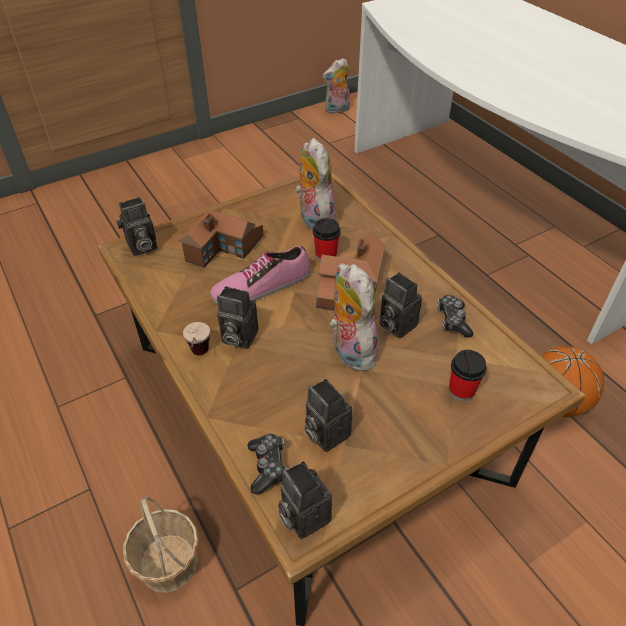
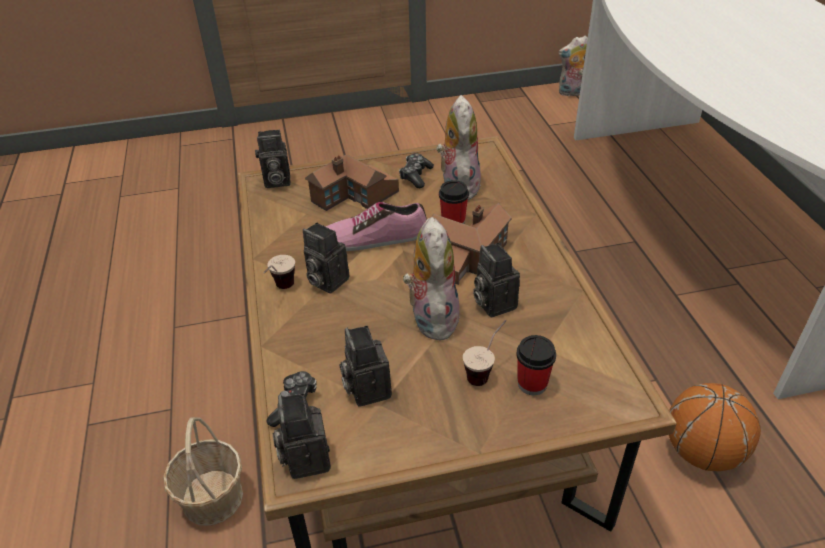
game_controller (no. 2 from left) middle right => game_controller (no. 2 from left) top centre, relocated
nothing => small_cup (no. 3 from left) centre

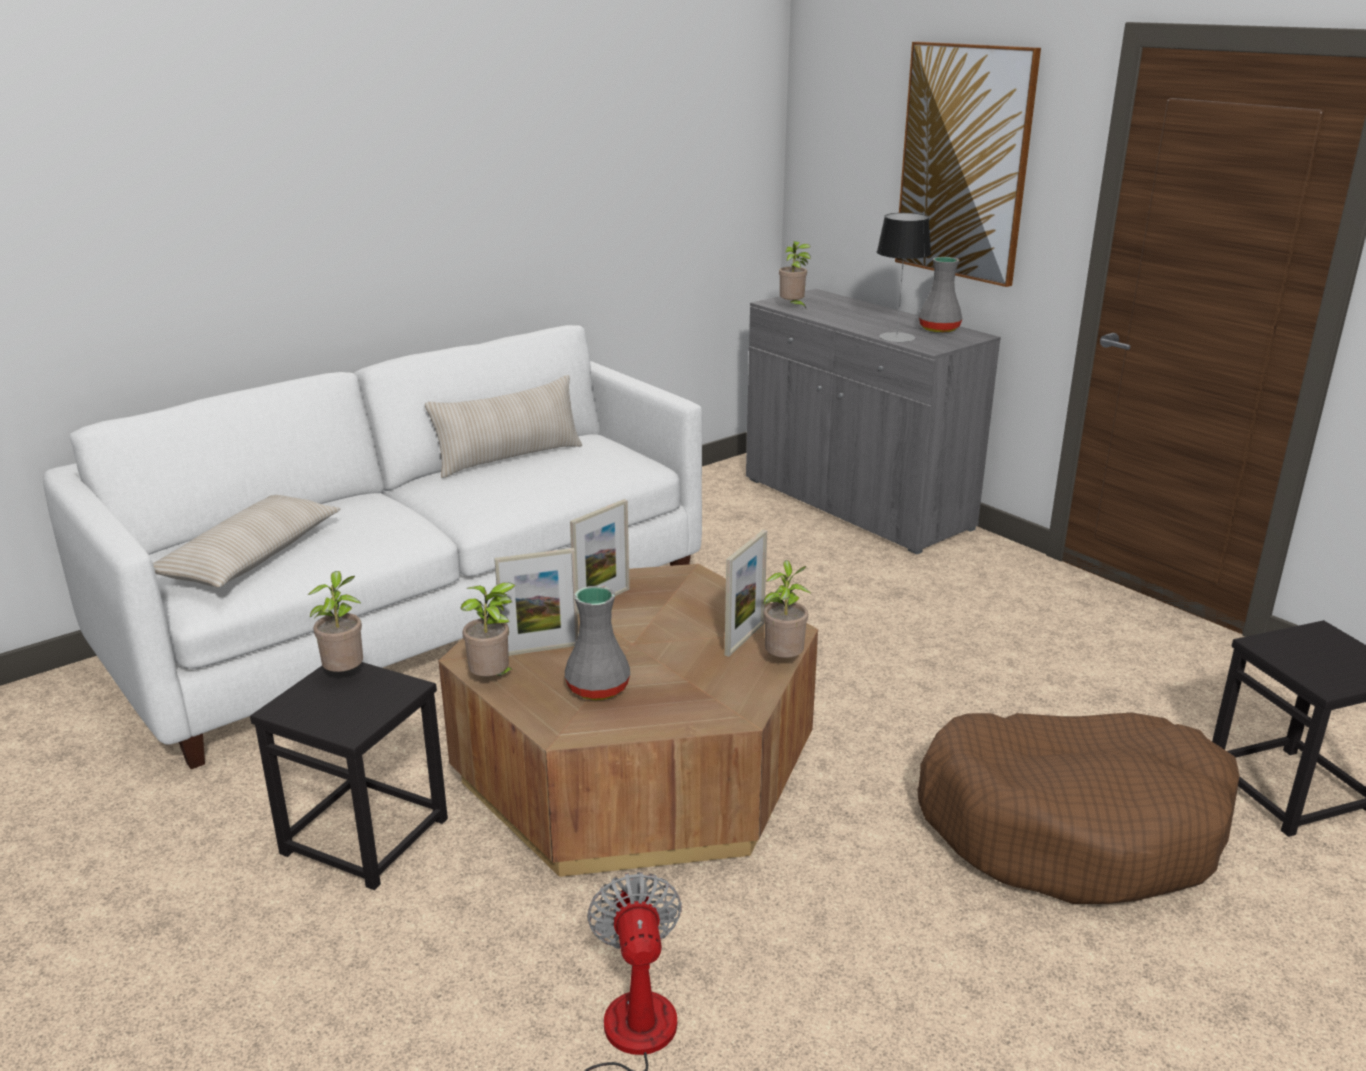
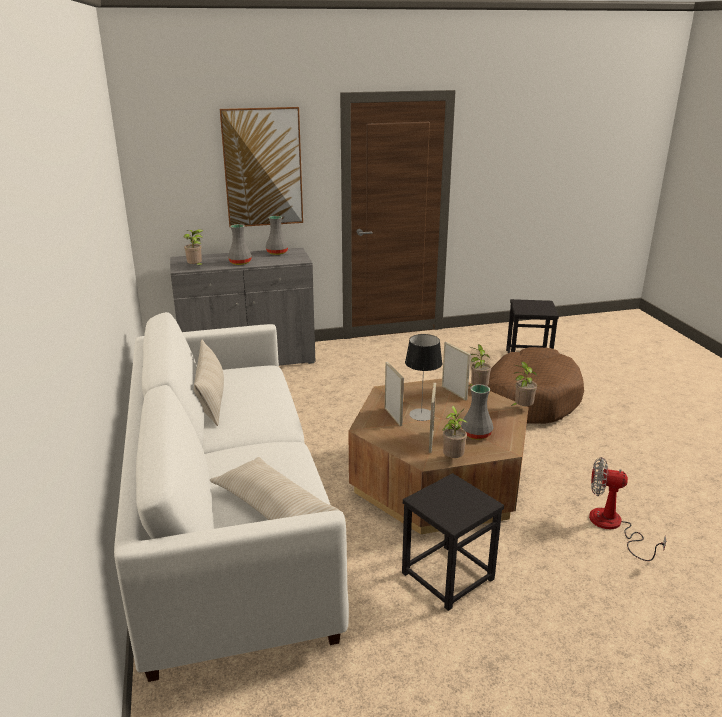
nothing => grey_decorative_vase (no. 1 from left) middle left
table_lamp top centre => table_lamp centre, relocated
plant_in_a_pot (no. 1 from left in the first image) middle left => plant_in_a_pot (no. 4 from left) middle right, relocated

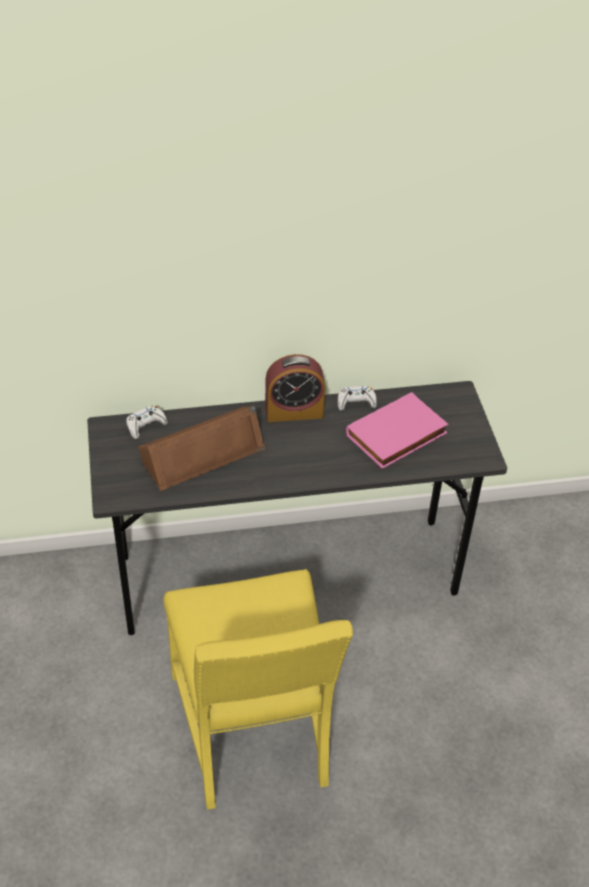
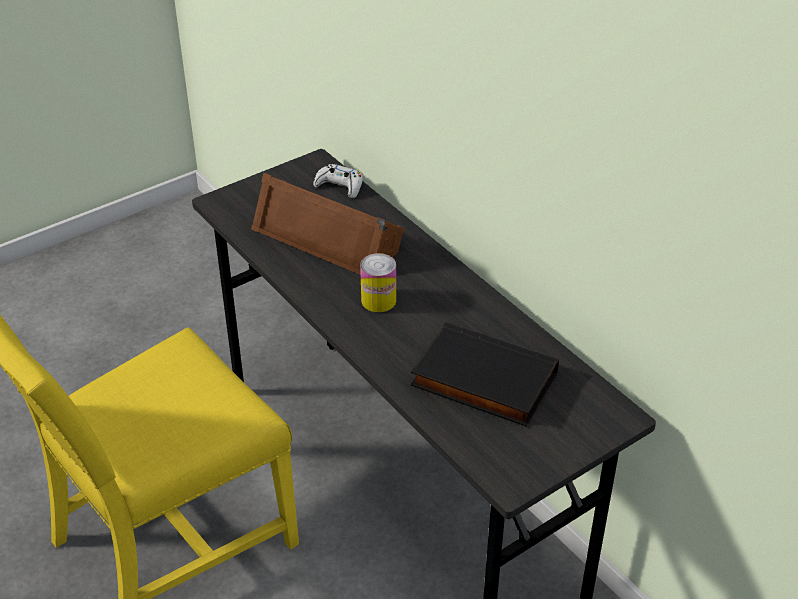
nothing => sealed_can centre
pink_bound_book middle right => black_bound_book centre
bedside_clock centre => nothing
white_game_controller (no. 2 from left) centre => nothing

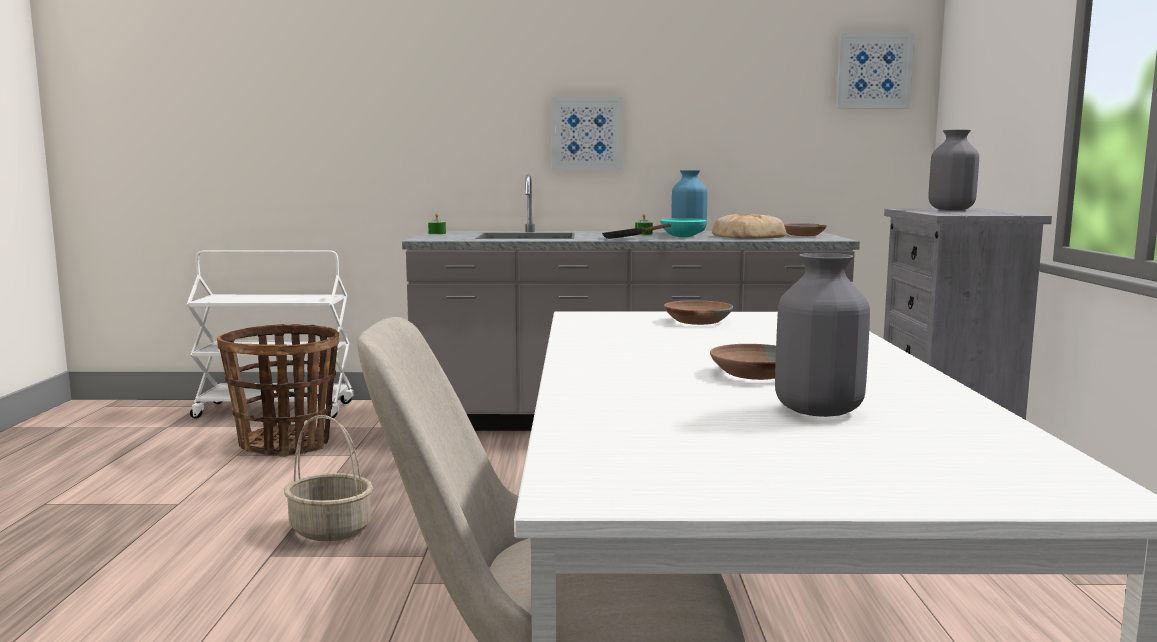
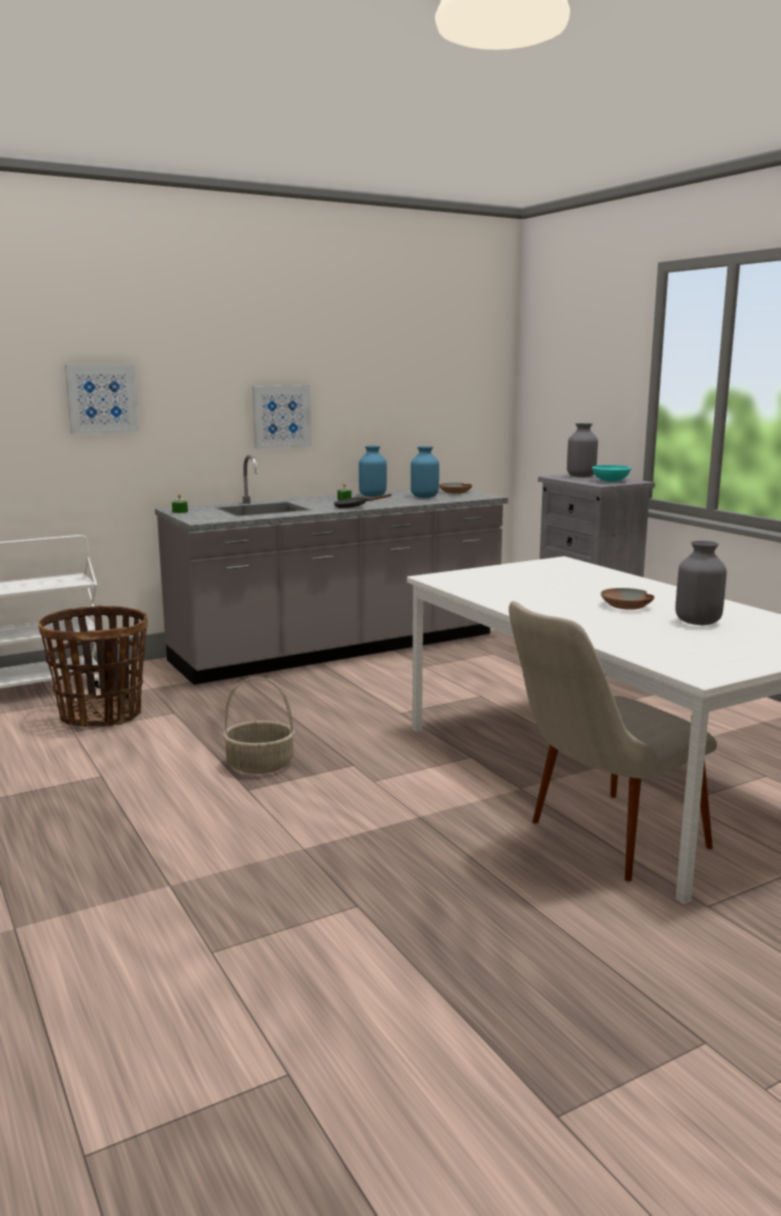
wall_picture (no. 2 from left in the first image) top right => wall_picture (no. 1 from left) top left, relocated
baked_bread centre => bluish_decorative_vase (no. 2 from left) centre
turquoise_deep_dish centre => turquoise_deep_dish middle right, relocated
brownish_deep_dish (no. 1 from left) centre => nothing

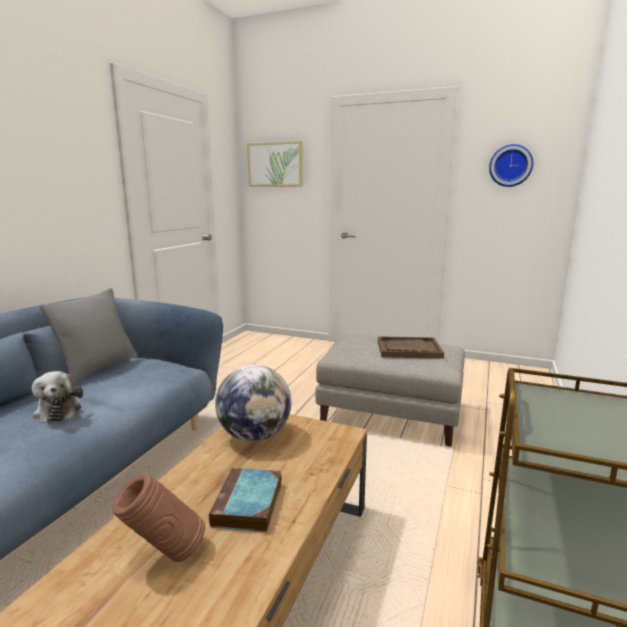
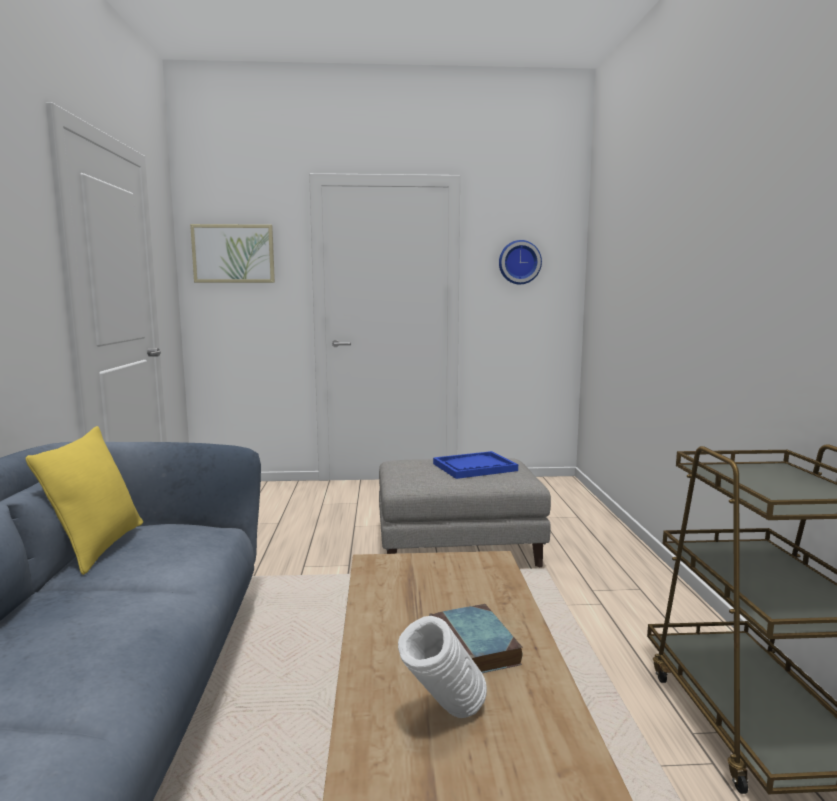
grey_cushion middle left => yellow_cushion middle left
brownish_decorative_vase bottom left => white_decorative_vase bottom centre
brownish_serving_tray centre => bluish_serving_tray centre
soft_toy middle left => nothing
desk_globe centre => nothing

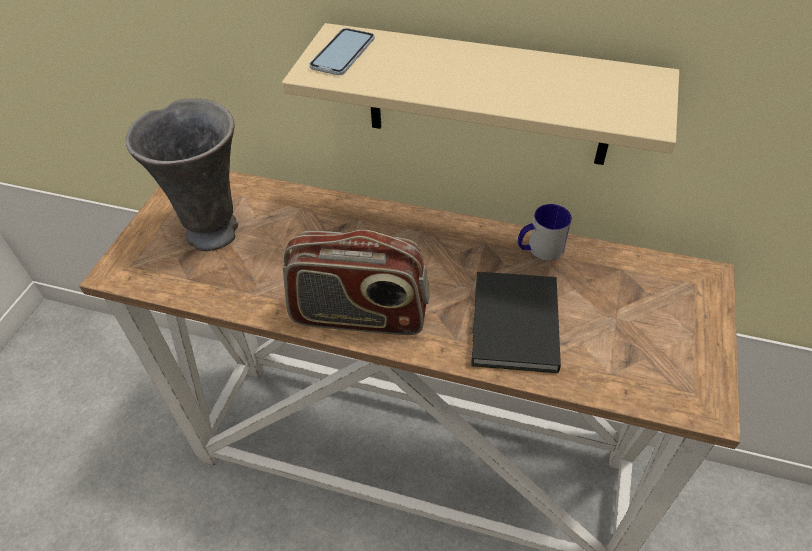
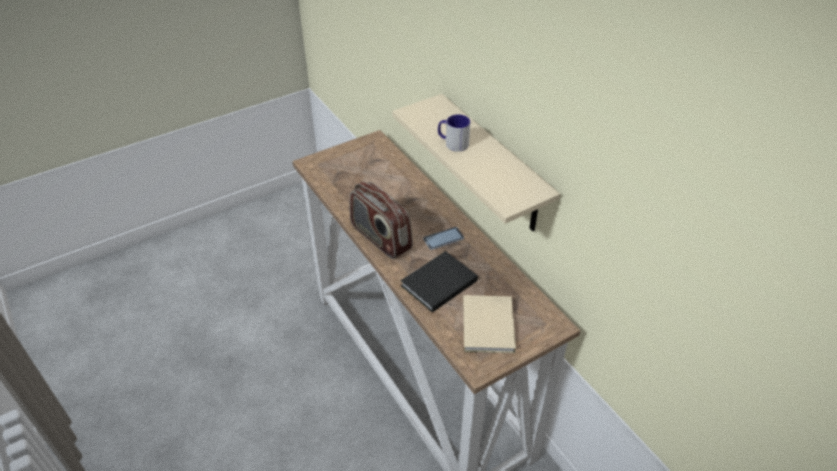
telephone top centre => telephone centre, relocated
coffee_mug middle right => coffee_mug top centre, relocated
nothing => beige-coloured_bound_book bottom centre
grey_decorative_vase top left => nothing

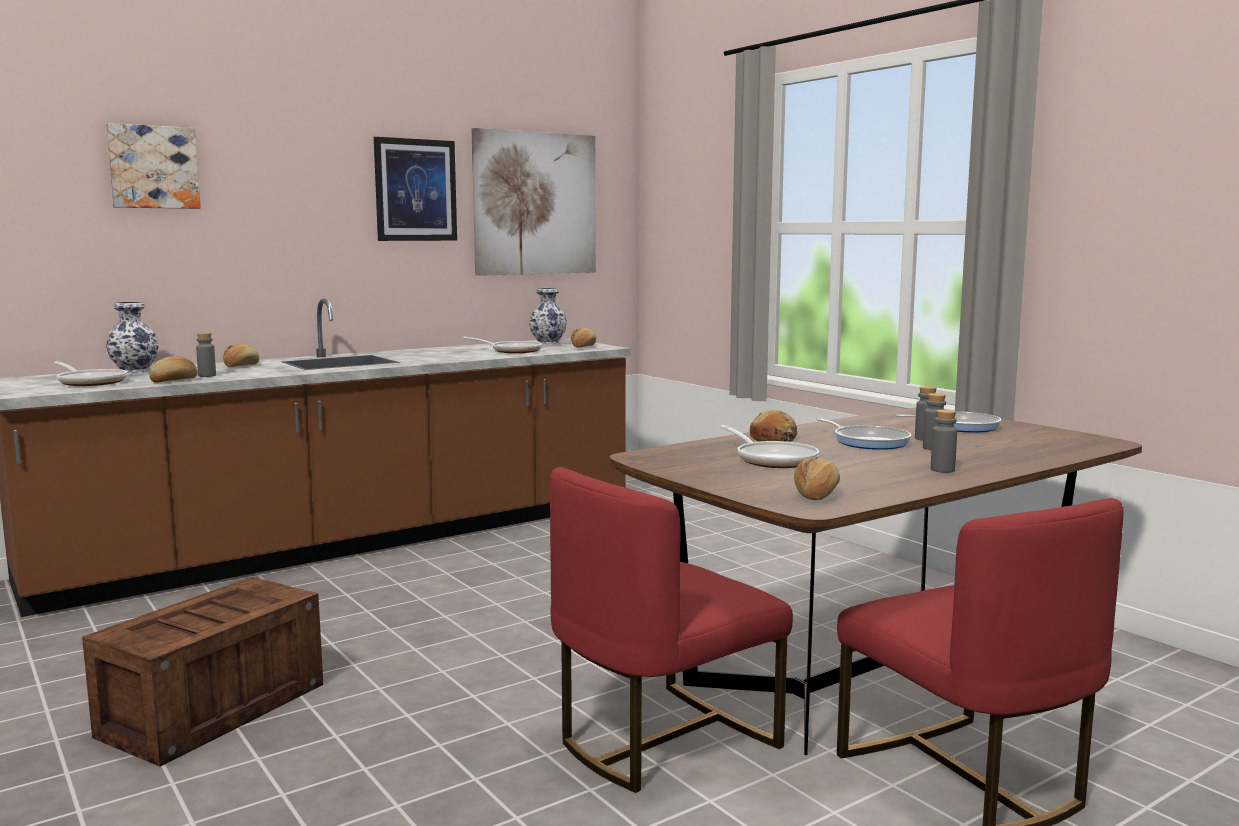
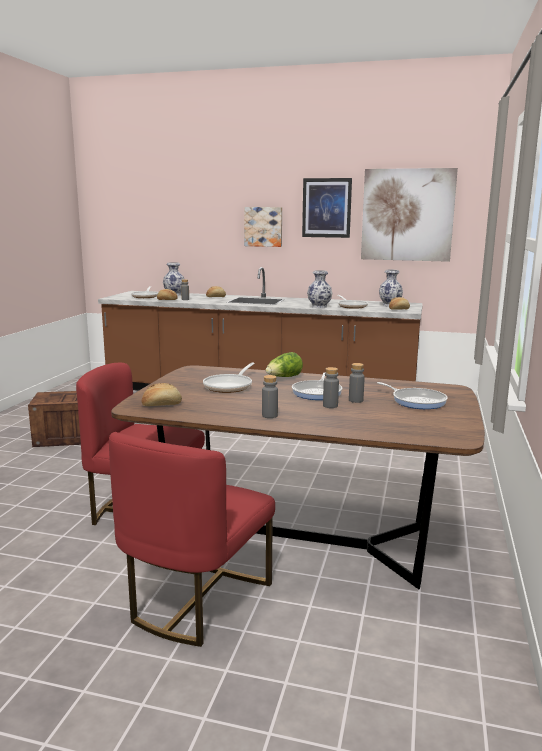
wall_picture (no. 1 from left) top left => wall_picture (no. 1 from left) top centre, relocated
baked_bread (no. 4 from left) centre => lettuce_head centre
nothing => decorative_vase (no. 2 from left) centre

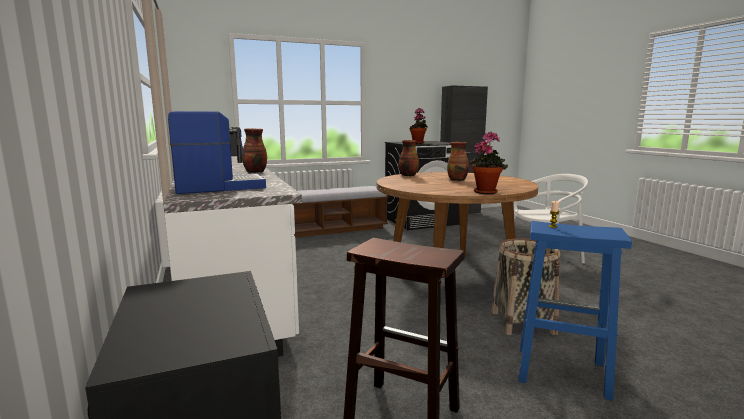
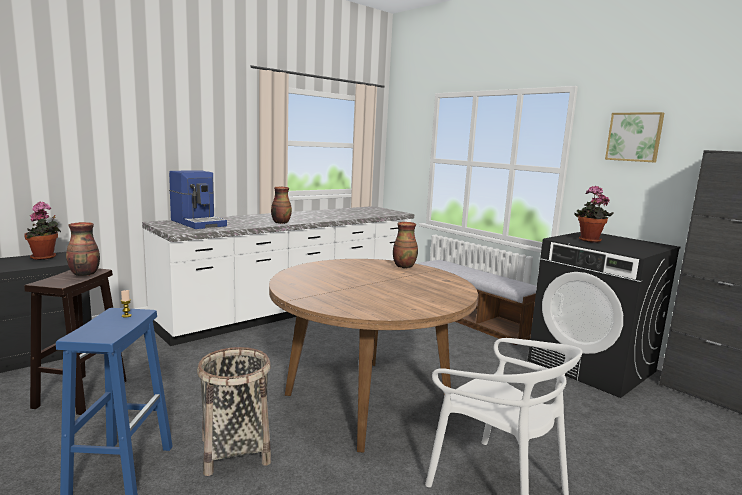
plant_in_a_pot (no. 2 from left in the first image) centre => plant_in_a_pot (no. 1 from left) middle left, relocated
decorative_vase (no. 3 from left in the first image) centre => decorative_vase (no. 1 from left) middle left, relocated
nothing => wall_picture top right

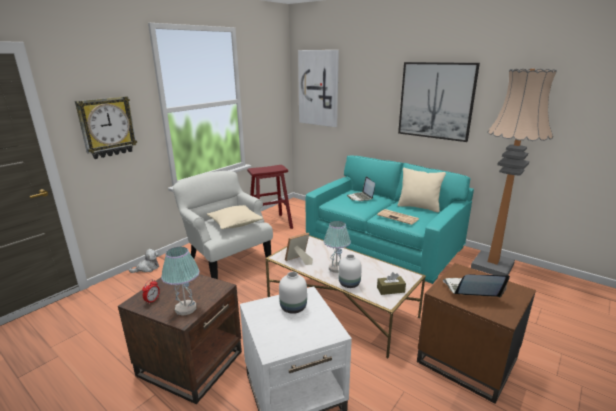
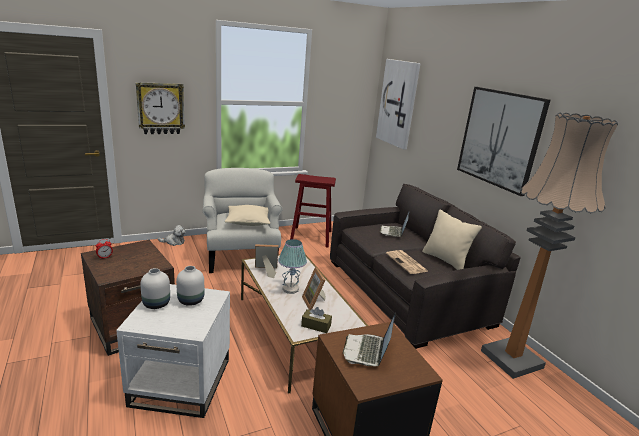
white_decorative_vase (no. 2 from left in the first image) centre => white_decorative_vase (no. 1 from left) middle left, relocated
nothing => photo_frame (no. 2 from left) centre
turquoise_settee centre => grey_settee centre
portable_computer (no. 2 from left in the first image) bottom right => portable_computer (no. 1 from left) bottom centre, 105 degrees counterclockwise
table_lamp (no. 1 from left) bottom left => nothing

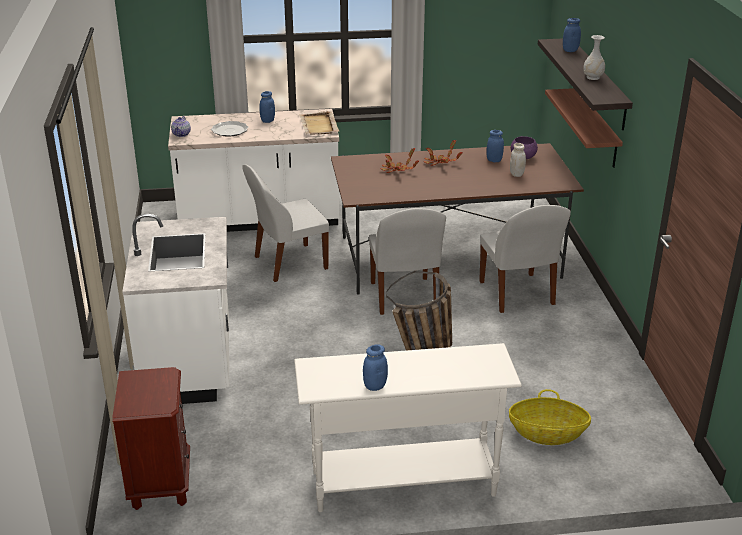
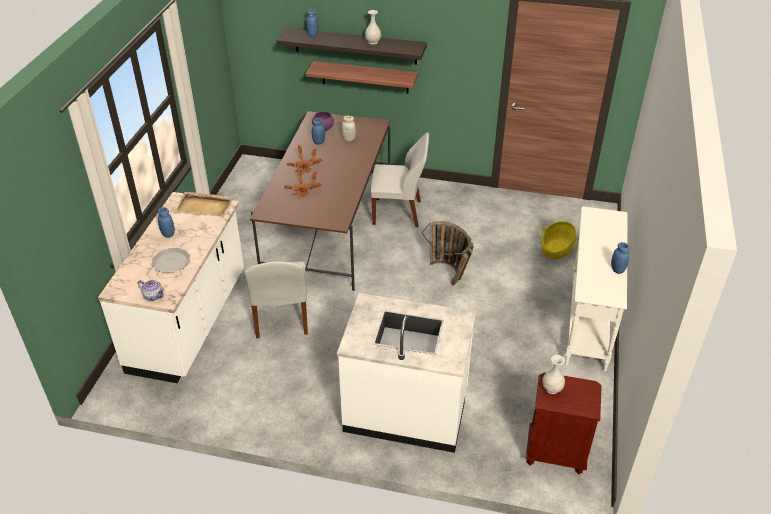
nothing => white_decorative_vase (no. 2 from left) bottom right
white_plain_chair (no. 2 from left) centre => nothing

